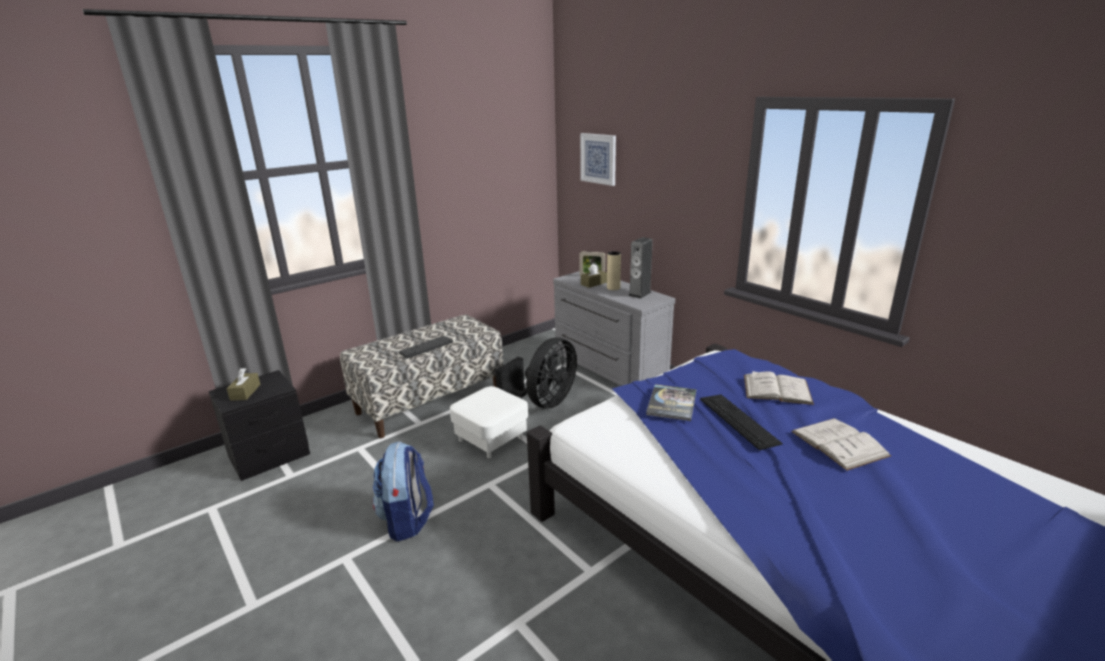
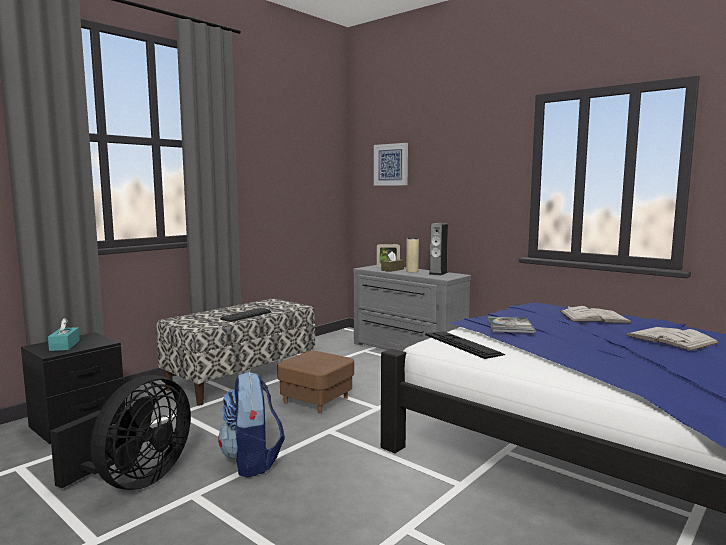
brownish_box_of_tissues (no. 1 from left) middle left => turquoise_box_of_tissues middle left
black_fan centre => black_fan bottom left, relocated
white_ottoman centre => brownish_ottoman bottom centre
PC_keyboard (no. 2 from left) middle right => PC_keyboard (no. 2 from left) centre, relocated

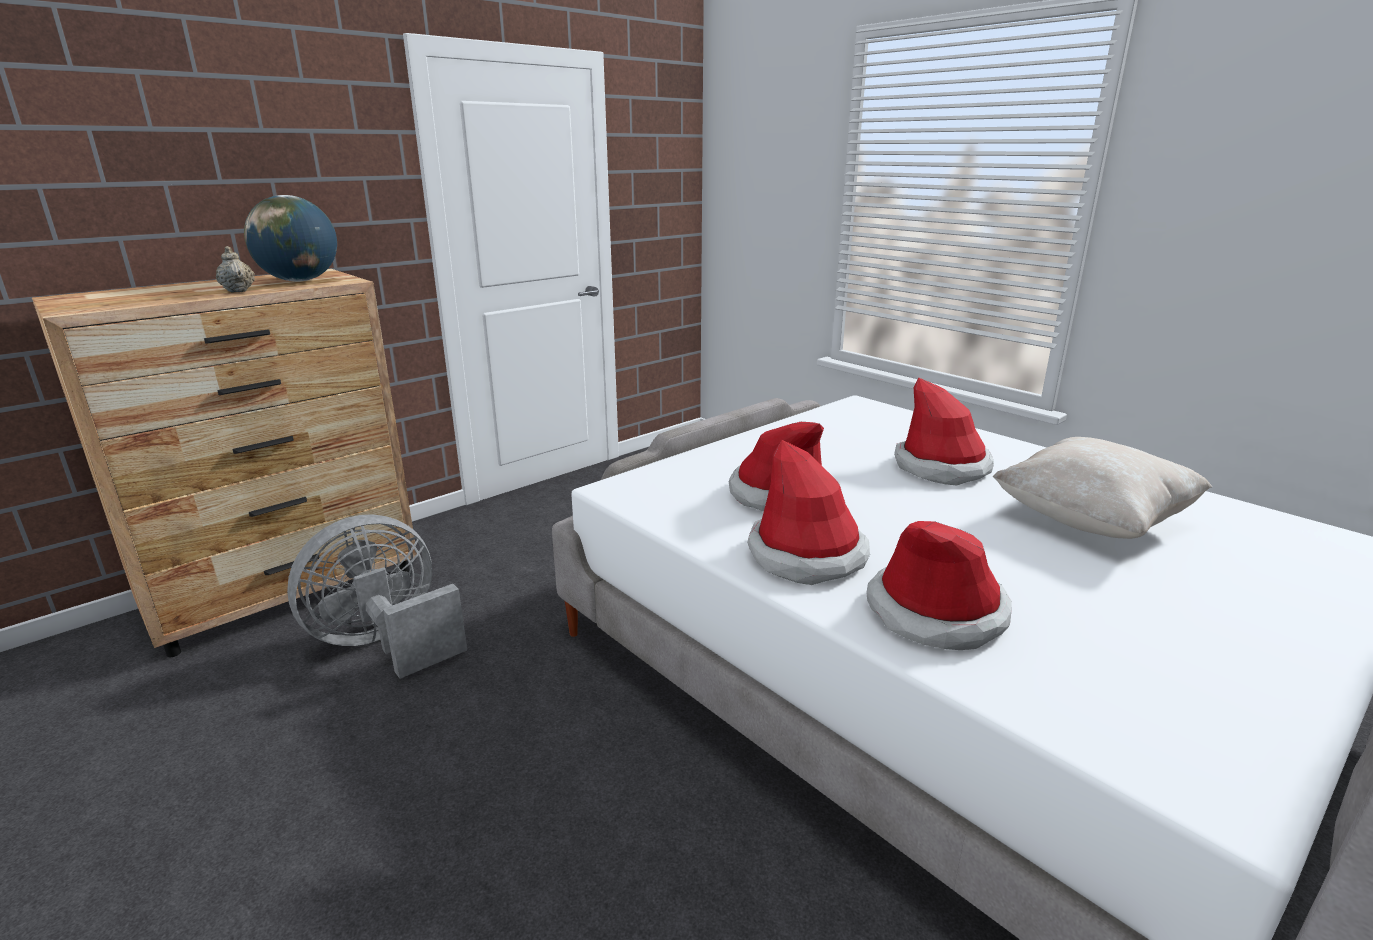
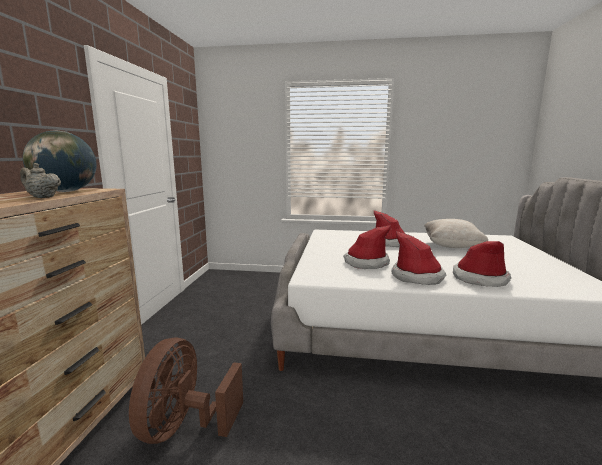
grey_fan middle left => brownish_fan bottom left

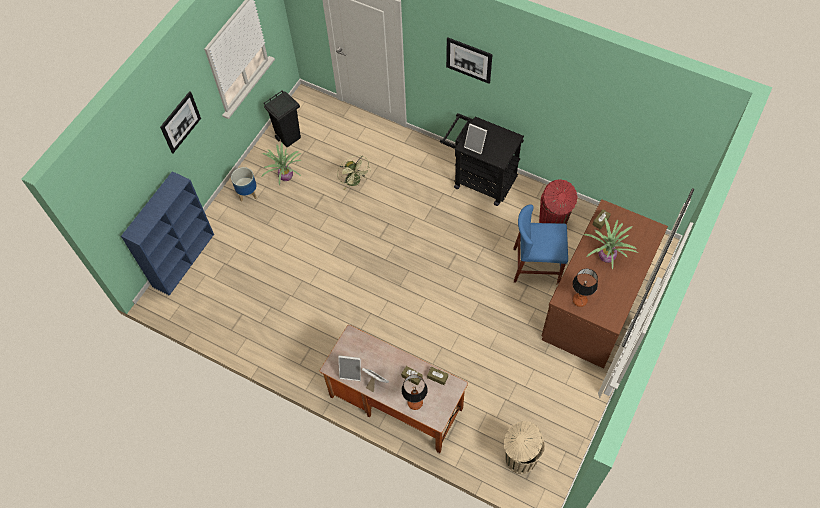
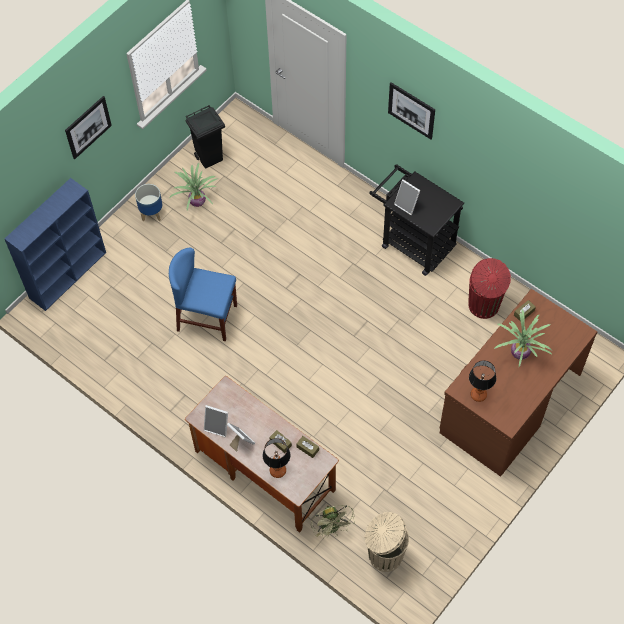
bluish_plain_chair centre => bluish_plain_chair middle left, relocated
greenish_fan centre => greenish_fan bottom centre, relocated

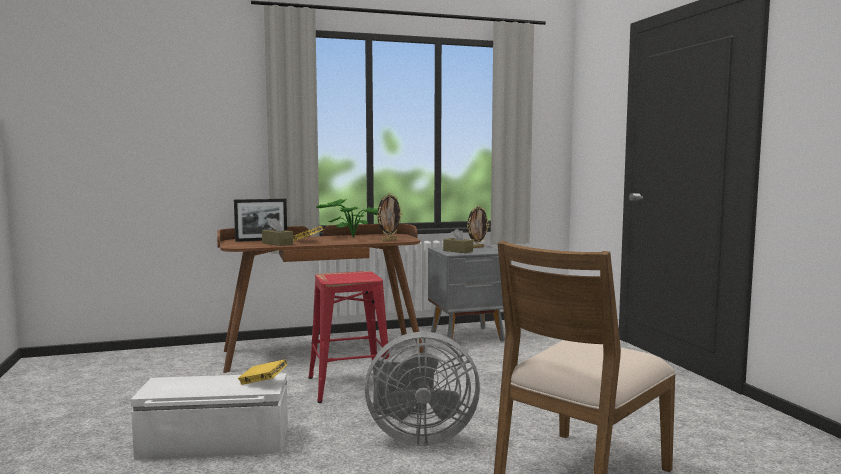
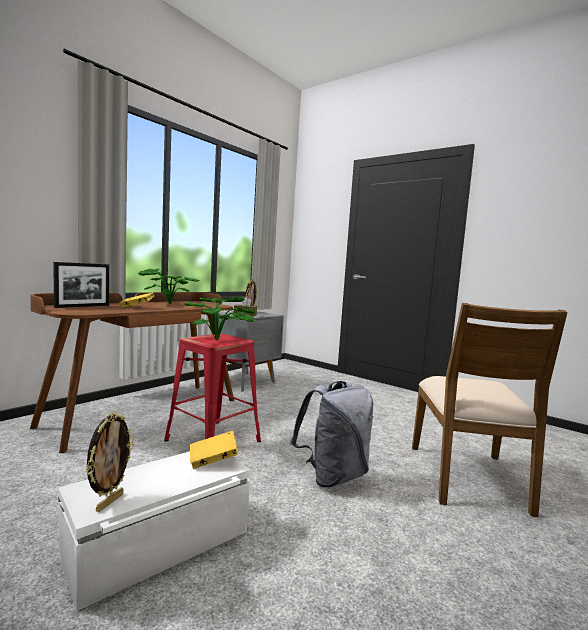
photo_frame (no. 2 from left) centre => photo_frame (no. 2 from left) bottom left, relocated
nothing => plant_in_a_pot (no. 2 from left) centre
grey_fan bottom centre => grey_backpack bottom centre
brownish_box_of_tissues (no. 1 from left) middle left => nothing

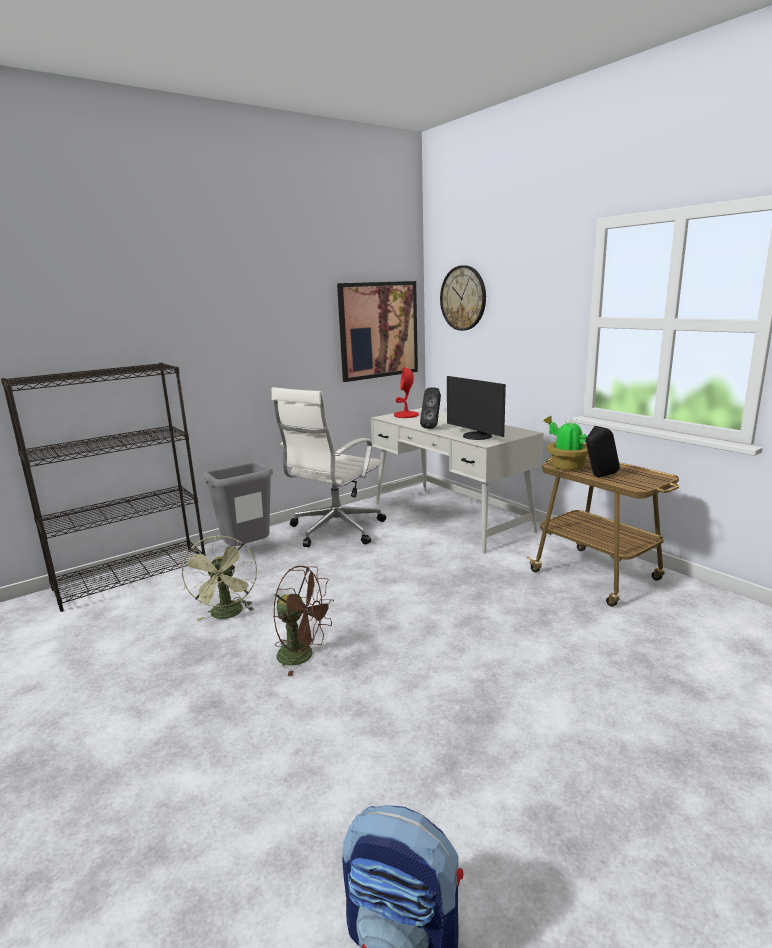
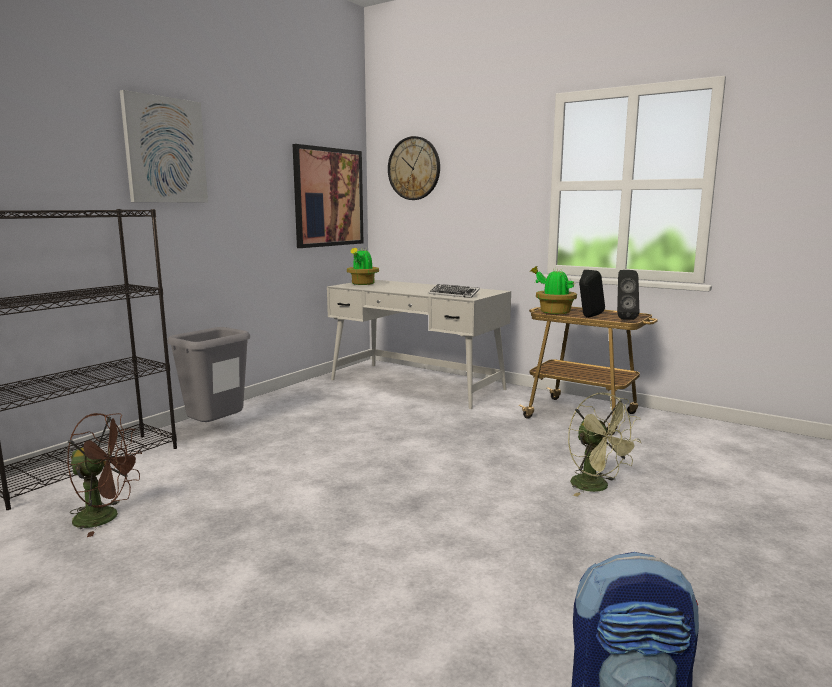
brownish_fan centre => brownish_fan bottom left, relocated
nothing => wall_picture (no. 1 from left) top left
reddish_table_lamp centre => plant_in_a_pot (no. 1 from left) centre
computer_screen centre => PC_keyboard centre
greenish_fan middle left => greenish_fan middle right, relocated
black_speaker (no. 1 from left in the first image) centre => black_speaker (no. 2 from left) middle right, relocated
white_desk_chair centre => nothing

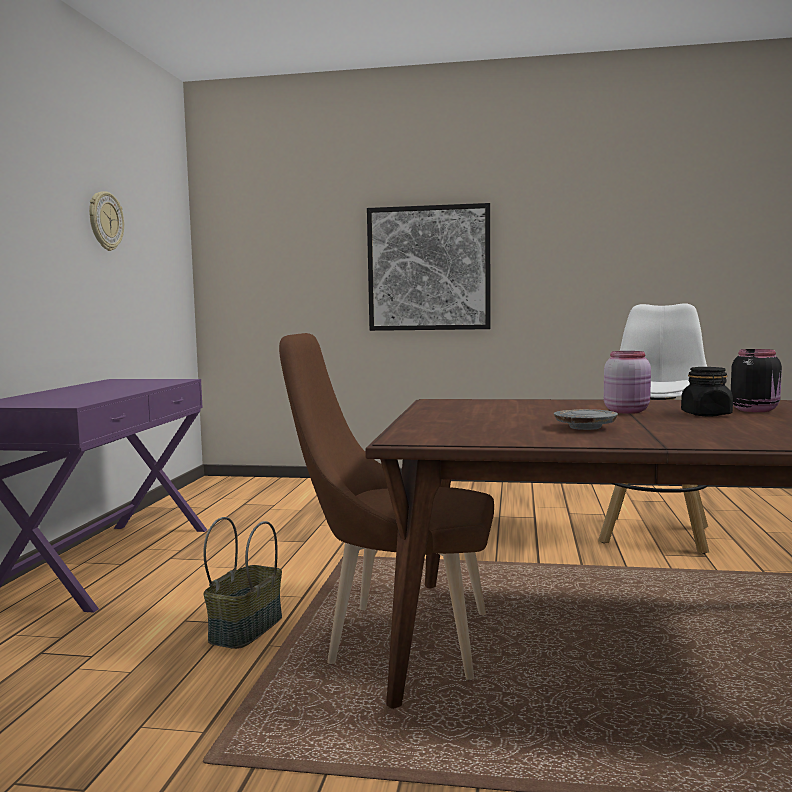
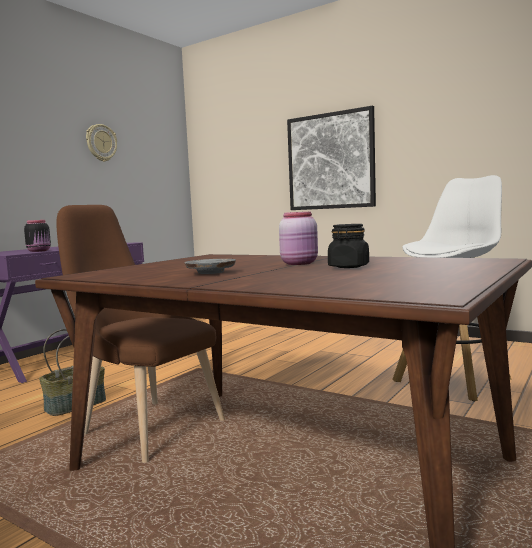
black_preserve_jar (no. 2 from left in the first image) middle right => black_preserve_jar (no. 1 from left) middle left, relocated

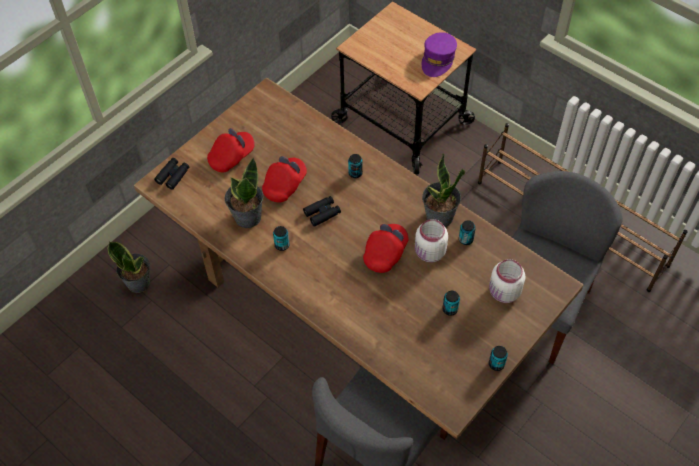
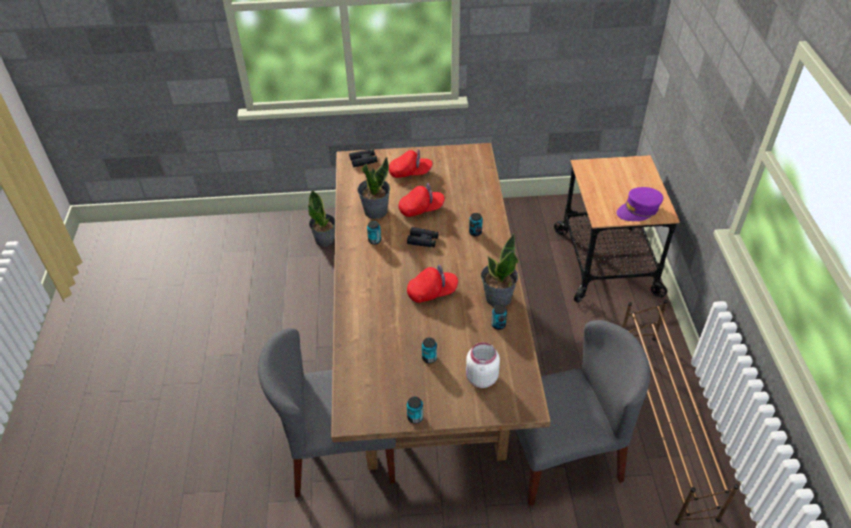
white_preserve_jar (no. 1 from left) centre => nothing

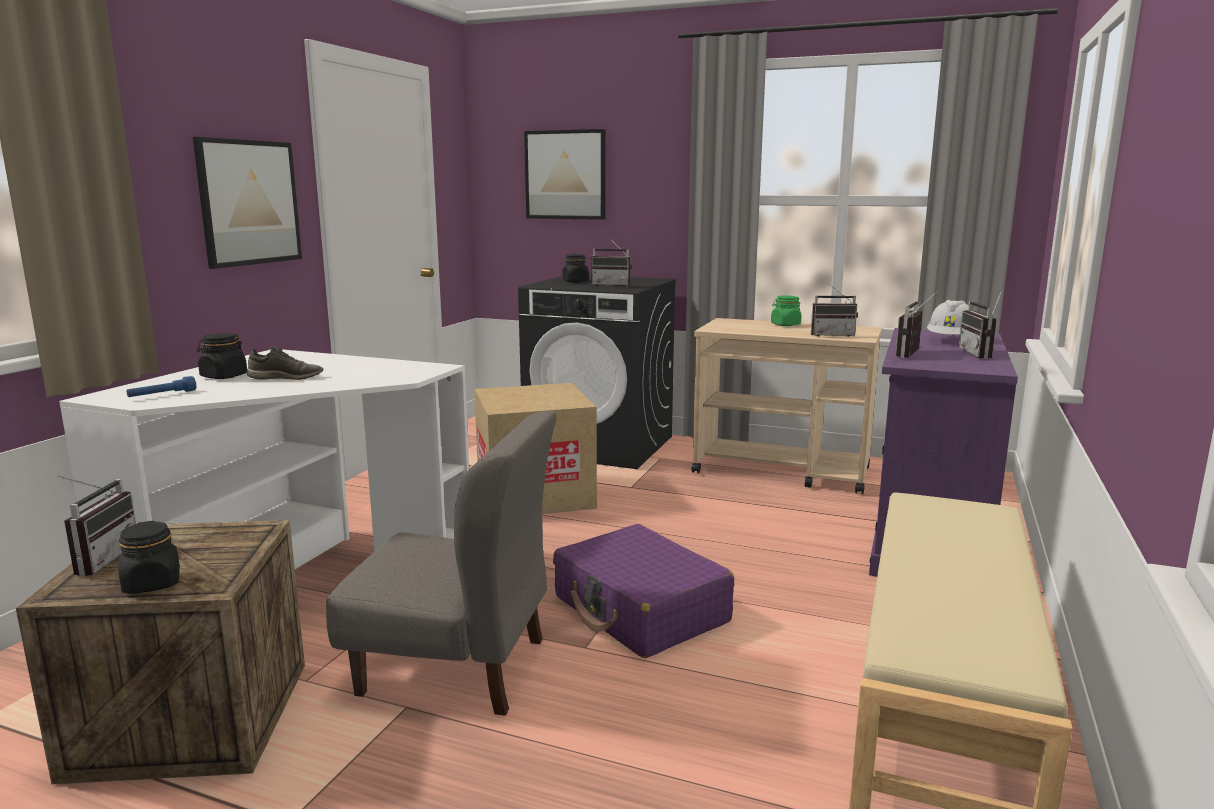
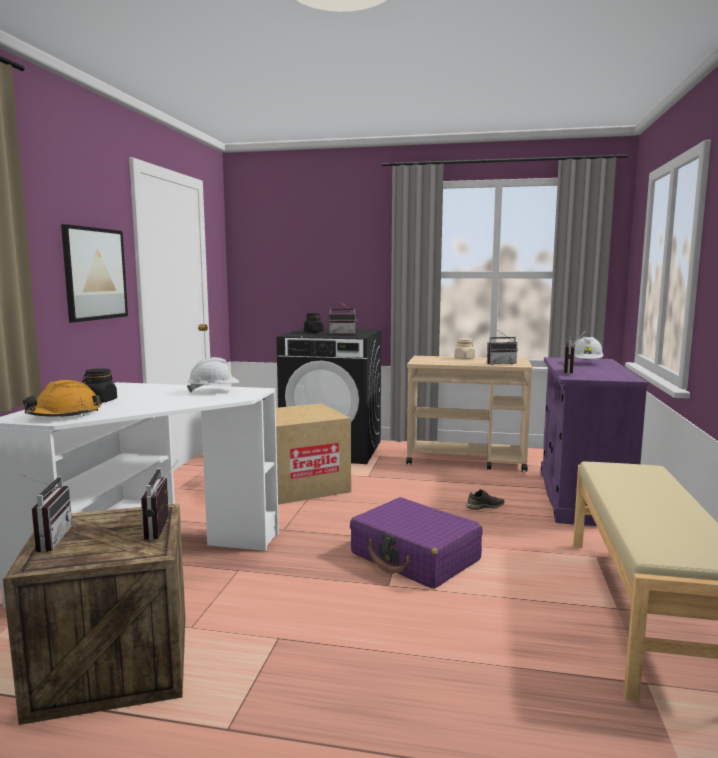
bluish_hand_torch middle left => orange_work_helmet middle left
radio_receiver (no. 5 from left in the first image) middle right => radio_receiver (no. 2 from left) middle left, relocated
nothing => white_work_helmet (no. 1 from left) middle left
greenish_preserve_jar centre => beige-coloured_preserve_jar centre
grey_shoe middle left => grey_shoe middle right, relocated
black_preserve_jar (no. 1 from left) bottom left => nothing
grey_plain_chair bottom centre => nothing
wall_picture (no. 2 from left) top centre => nothing

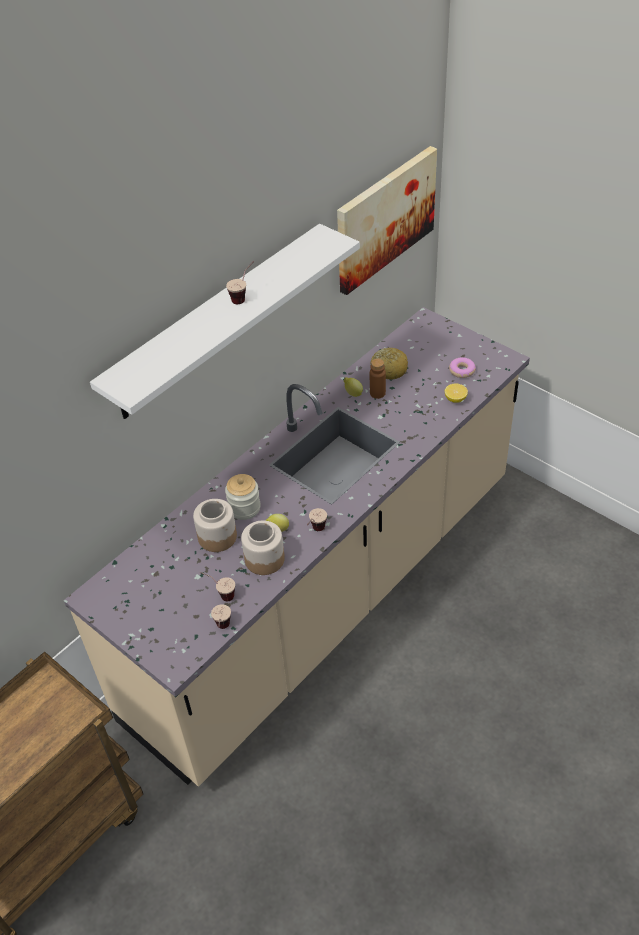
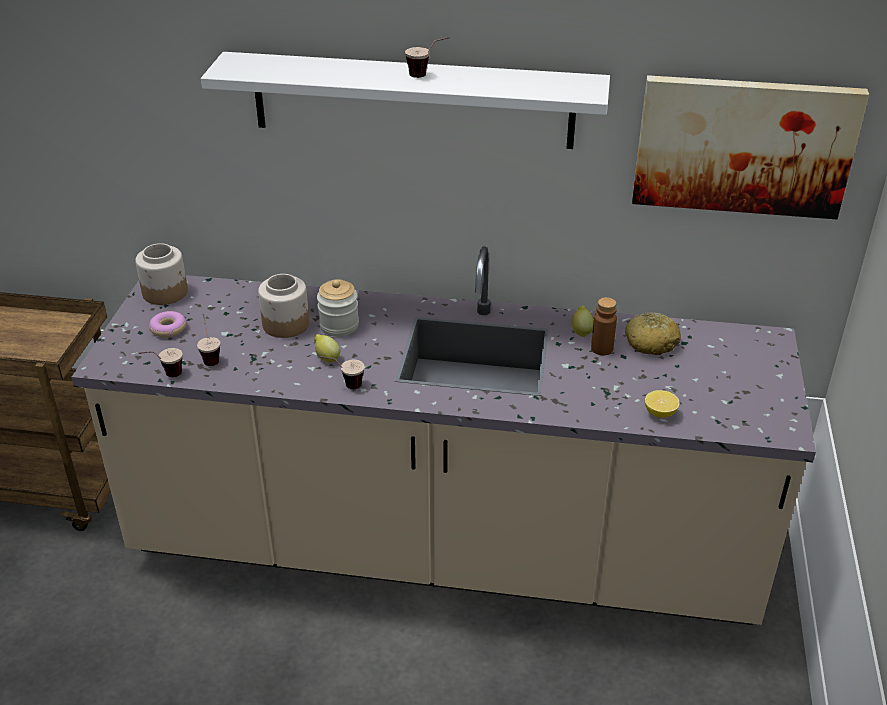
preserve_jar (no. 3 from left in the first image) centre => preserve_jar (no. 1 from left) middle left, relocated
ring_doughnut middle right => ring_doughnut middle left, relocated

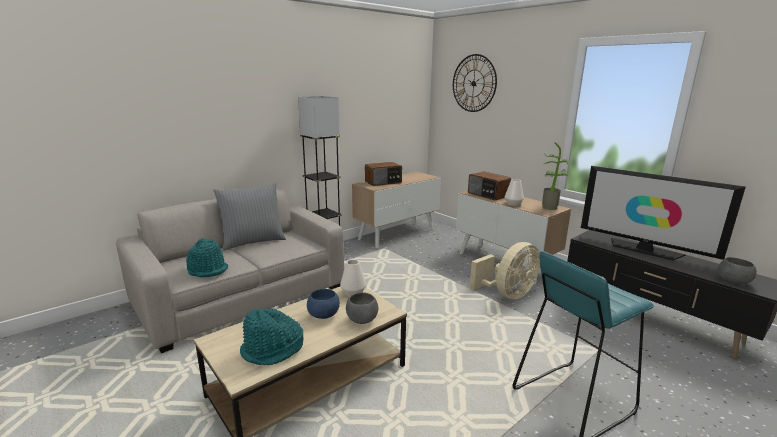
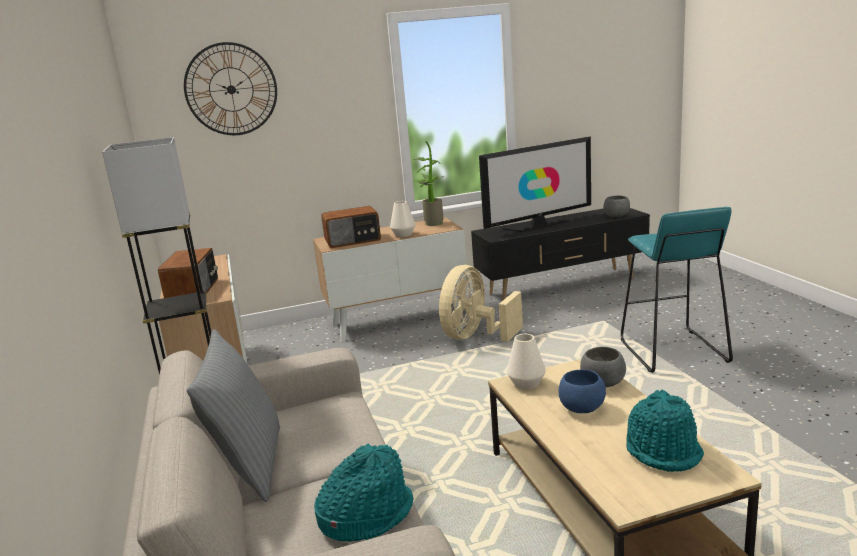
beige-coloured_fan centre, 135 degrees counterclockwise

